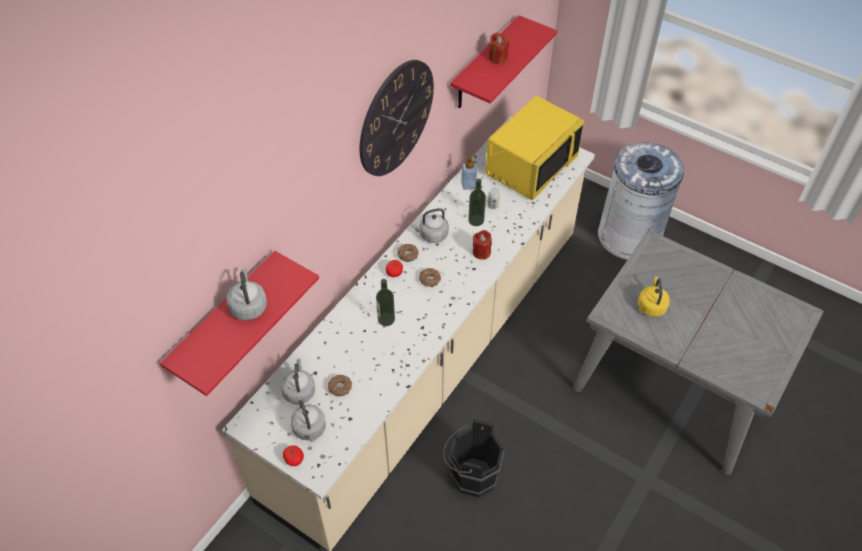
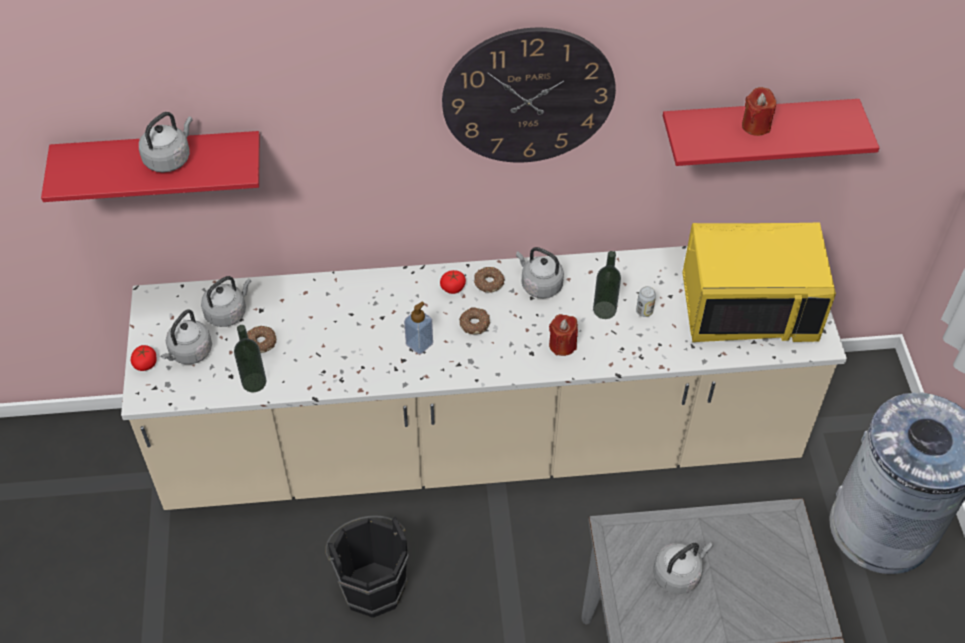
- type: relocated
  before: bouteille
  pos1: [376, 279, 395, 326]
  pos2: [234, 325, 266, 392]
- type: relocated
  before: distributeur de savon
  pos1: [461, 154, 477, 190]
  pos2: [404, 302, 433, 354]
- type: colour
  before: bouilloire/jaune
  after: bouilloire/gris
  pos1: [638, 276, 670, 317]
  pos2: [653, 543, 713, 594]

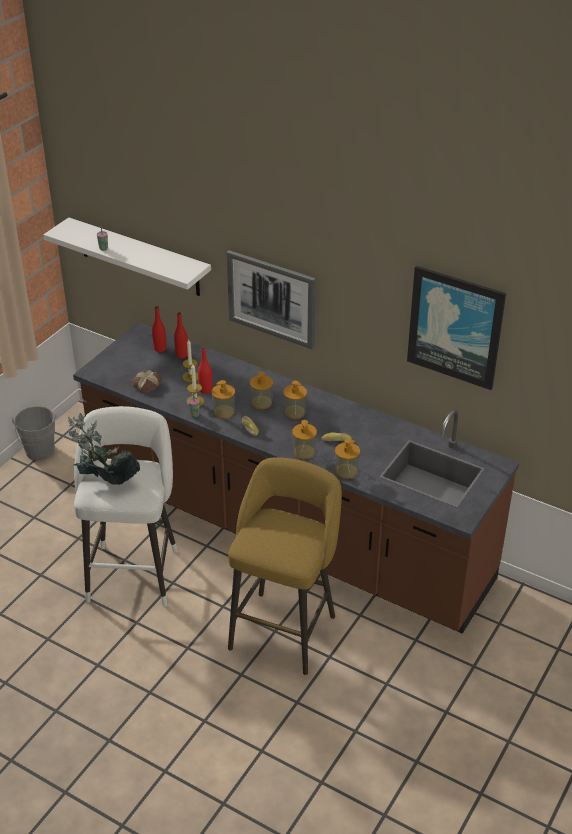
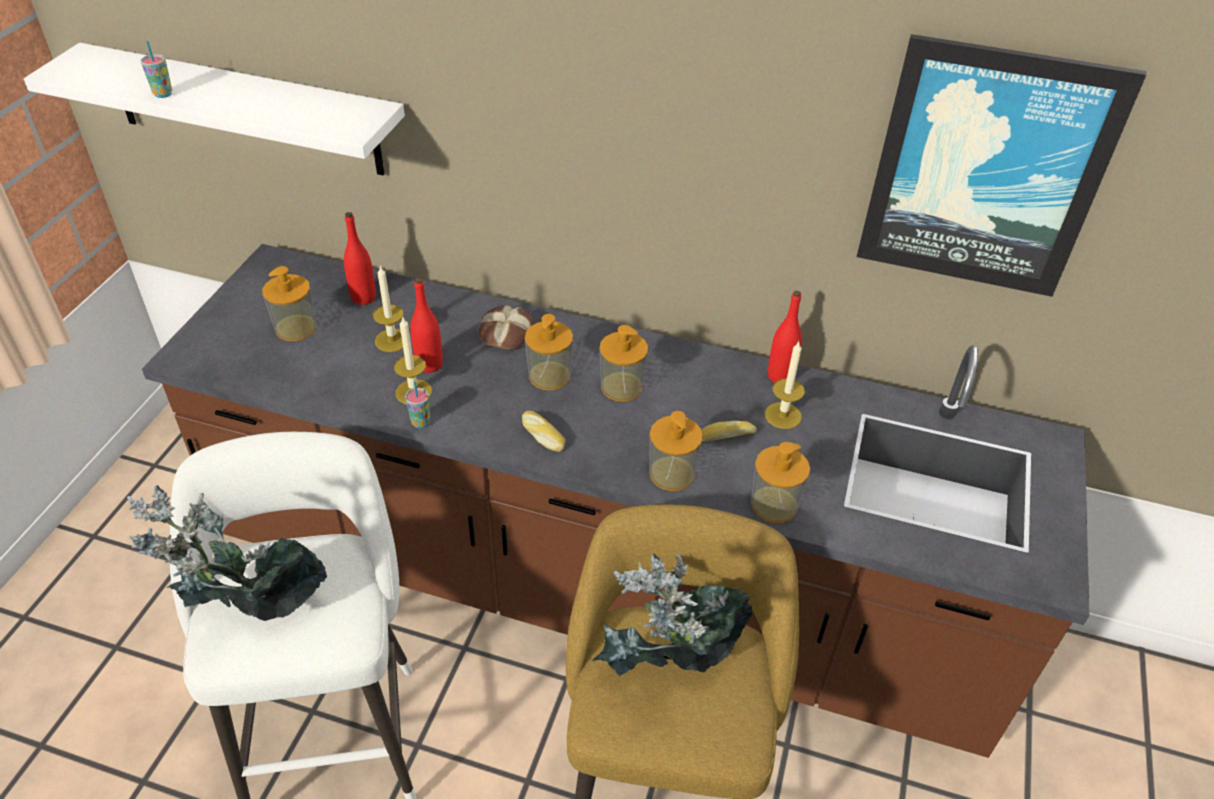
- type: missing
  before: seau/gris
  pos1: [12, 406, 56, 461]
- type: missing
  before: tableau
  pos1: [227, 250, 316, 349]
- type: appeared
  after: plante en pot
  pos2: [591, 553, 753, 677]
- type: appeared
  after: bougie
  pos2: [765, 342, 805, 429]
- type: relocated
  before: pain
  pos1: [132, 370, 162, 392]
  pos2: [479, 305, 534, 350]
- type: relocated
  before: bouteille/rouge
  pos1: [152, 306, 167, 352]
  pos2: [768, 291, 802, 383]
- type: relocated
  before: distributeur de savon
  pos1: [212, 380, 235, 419]
  pos2: [262, 266, 316, 341]

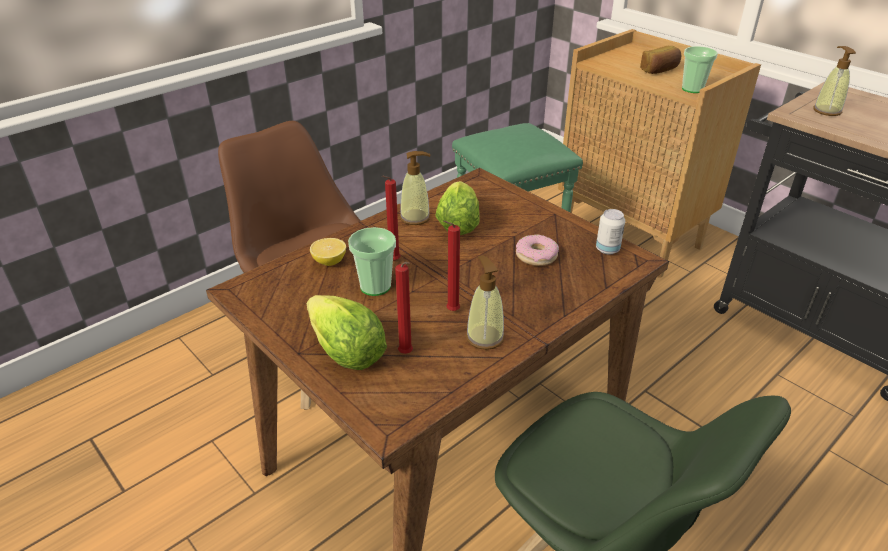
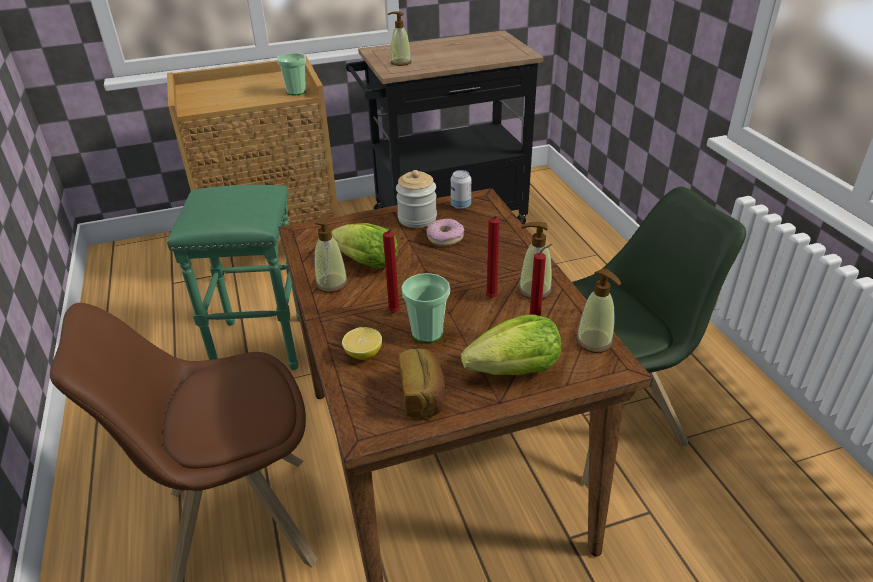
- type: appeared
  after: bocal
  pos2: [396, 170, 437, 228]
- type: appeared
  after: distributeur de savon
  pos2: [576, 268, 622, 353]
- type: relocated
  before: pain
  pos1: [640, 46, 681, 74]
  pos2: [398, 348, 446, 418]

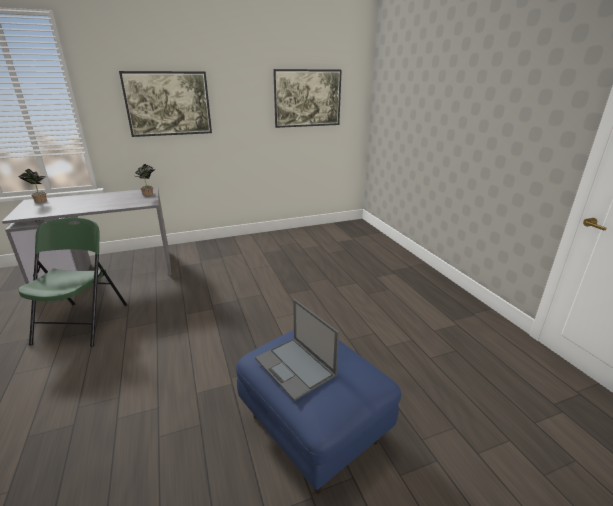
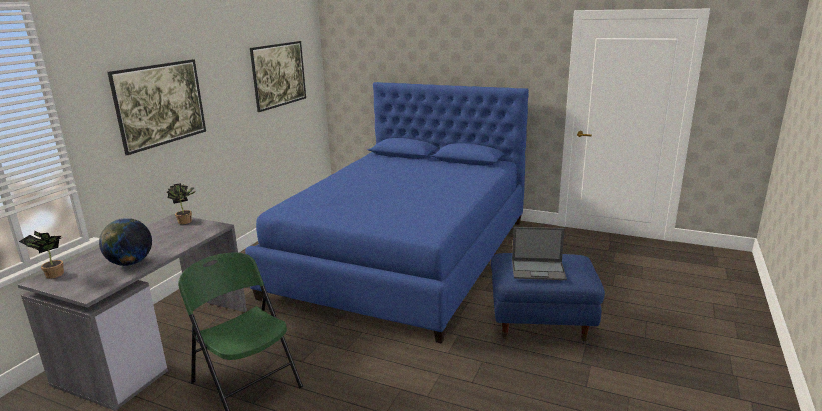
- type: appeared
  after: globe
  pos2: [99, 218, 152, 266]
- type: appeared
  after: lit/bleu
  pos2: [245, 82, 529, 344]

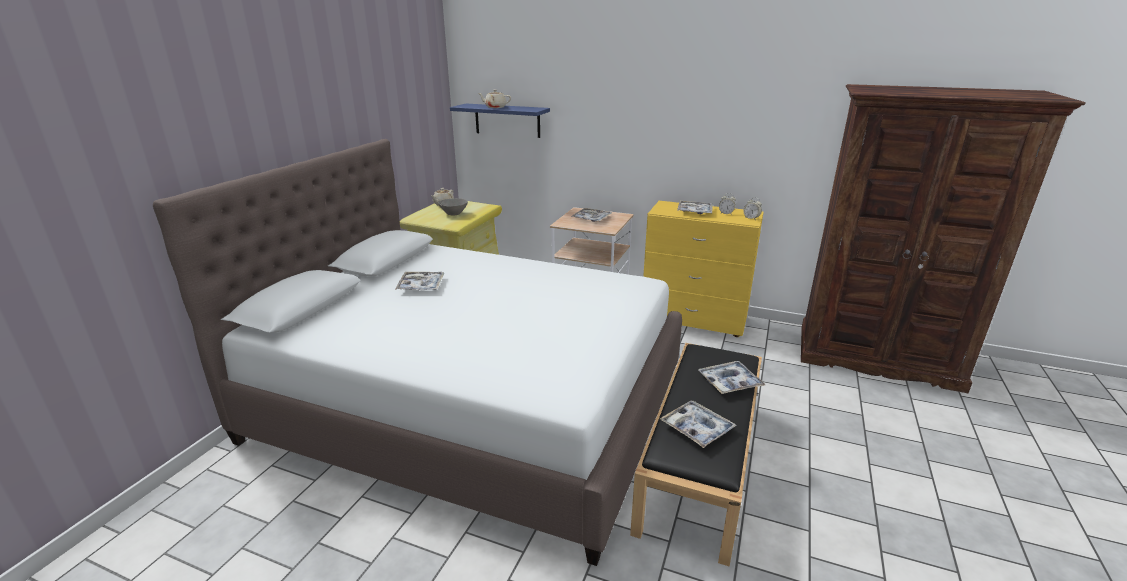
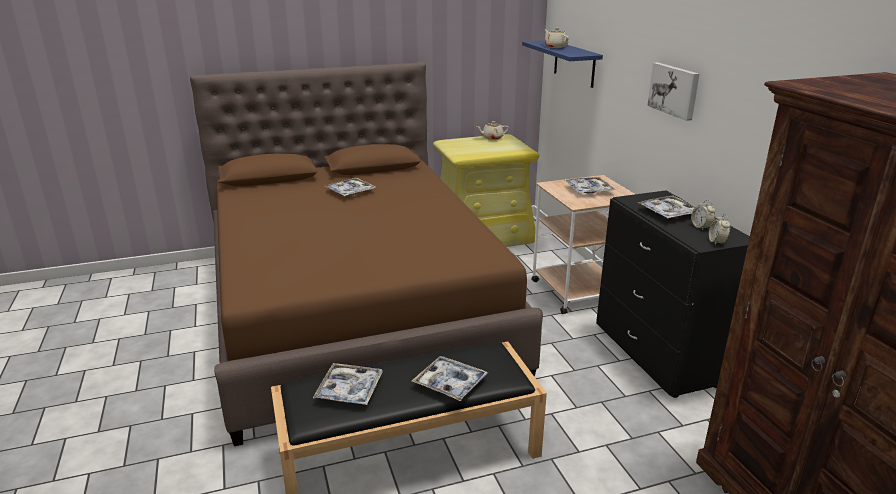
- type: missing
  before: bol/gris
  pos1: [438, 198, 468, 215]
- type: appeared
  after: tableau
  pos2: [647, 63, 699, 121]
- type: colour
  before: lit/blanc
  after: lit/marron
  pos1: [153, 139, 682, 566]
  pos2: [190, 62, 543, 446]
- type: colour
  before: commode/jaune
  after: commode/noir
  pos1: [643, 201, 763, 337]
  pos2: [596, 190, 750, 398]

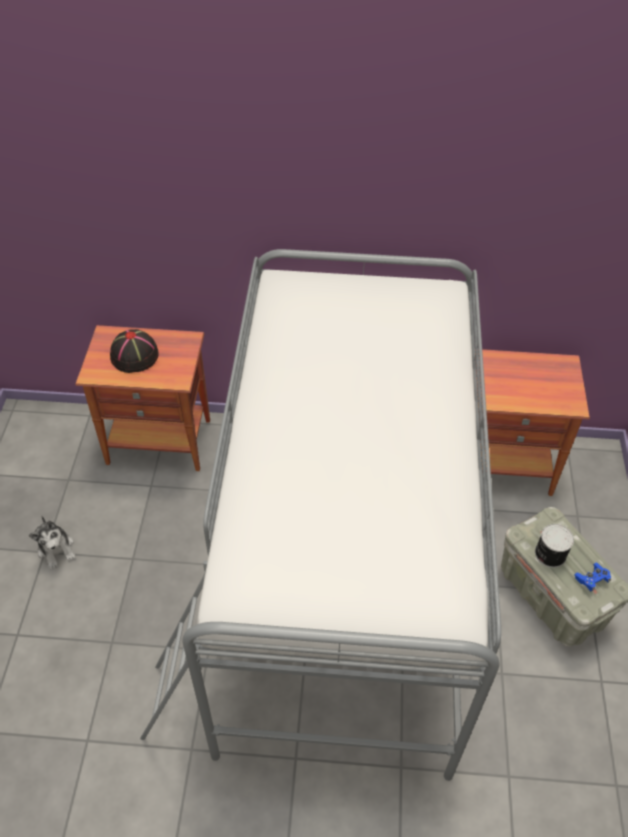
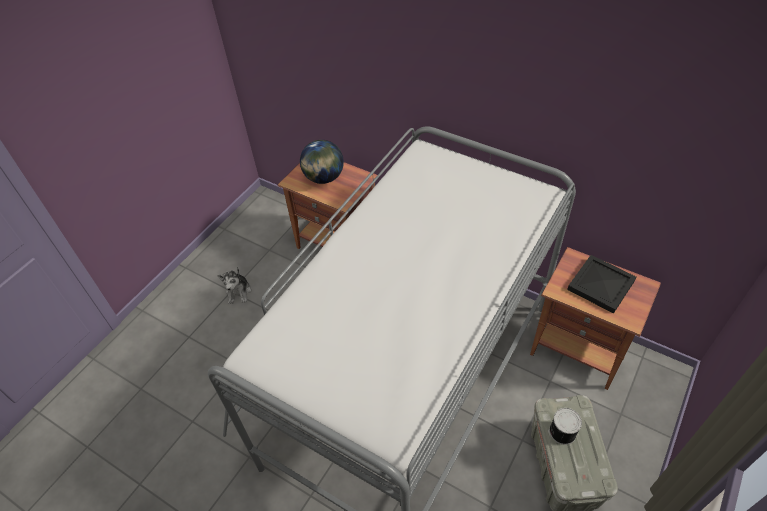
- type: missing
  before: manette/bleu
  pos1: [574, 563, 611, 592]
- type: appeared
  after: plateau/noir
  pos2: [567, 255, 636, 314]
- type: exchanged
  before: chapeau/noir
  after: globe
  pos1: [110, 329, 159, 373]
  pos2: [300, 140, 344, 184]

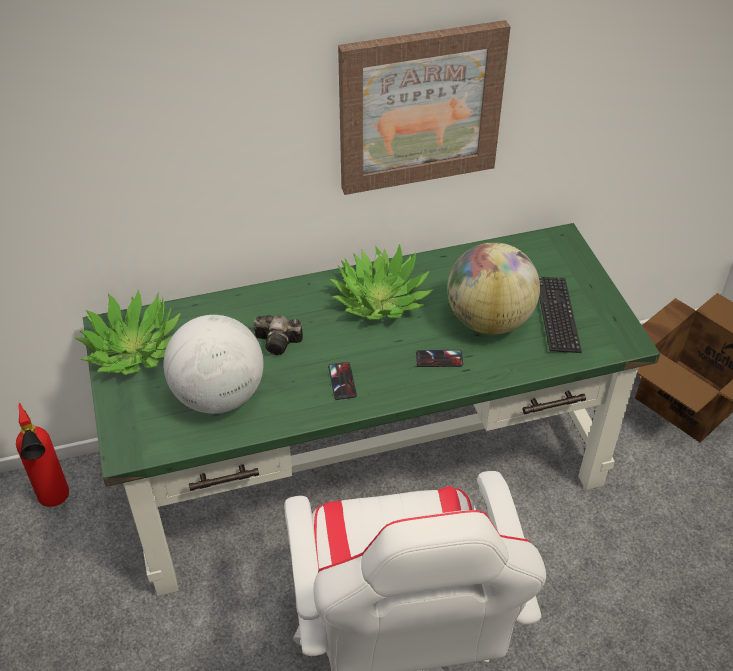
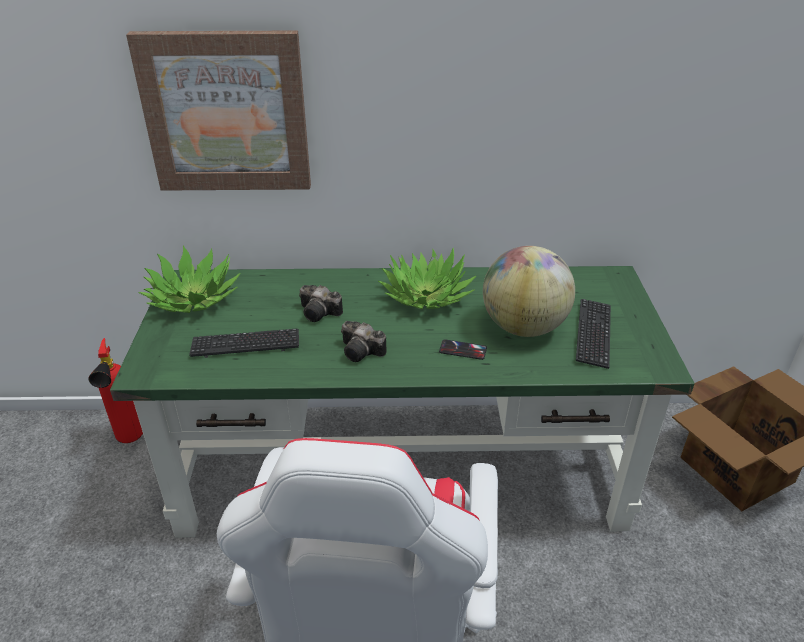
- type: relocated
  before: tableau
  pos1: [338, 20, 511, 195]
  pos2: [126, 31, 311, 191]
- type: exchanged
  before: globe
  after: clavier
  pos1: [164, 315, 264, 414]
  pos2: [189, 329, 299, 358]
- type: exchanged
  before: téléphone
  after: appareil photo
  pos1: [328, 362, 357, 400]
  pos2: [341, 321, 387, 362]

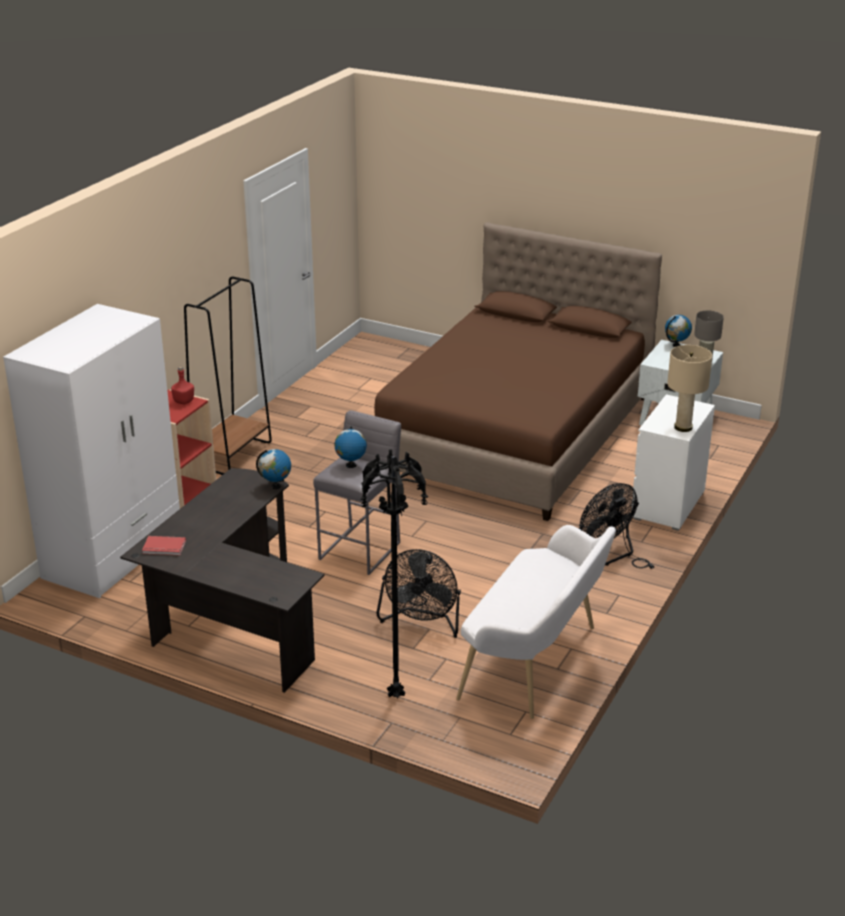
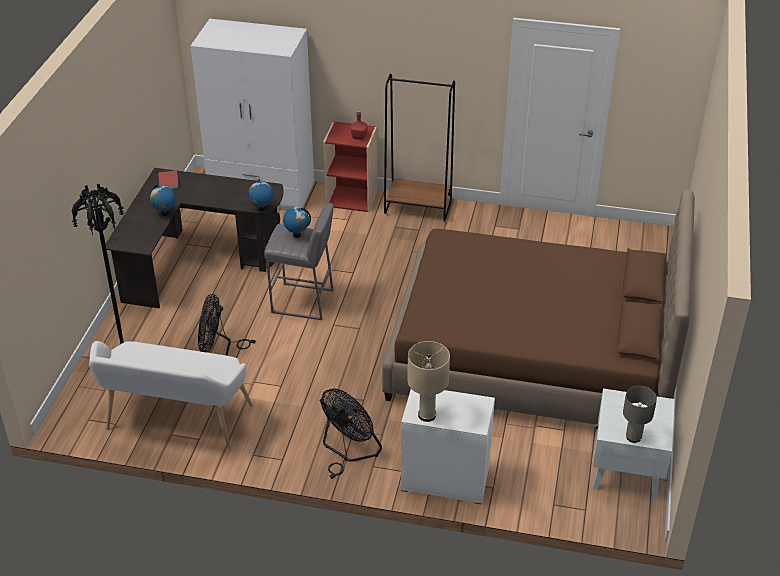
- type: relocated
  before: globe
  pos1: [665, 315, 692, 347]
  pos2: [150, 185, 176, 216]

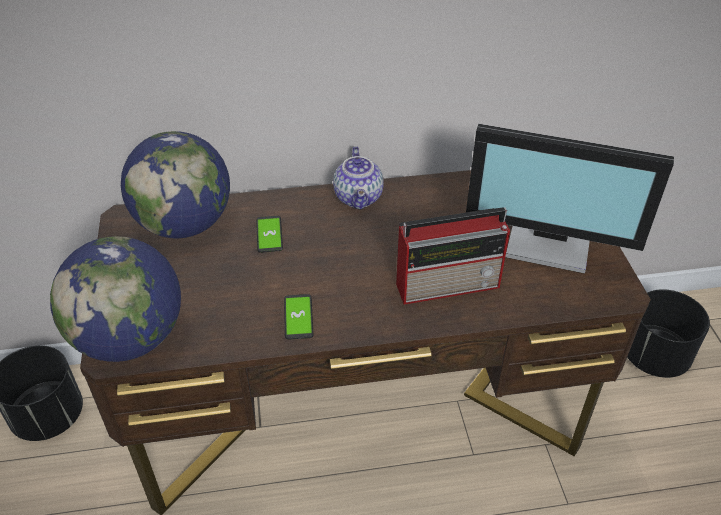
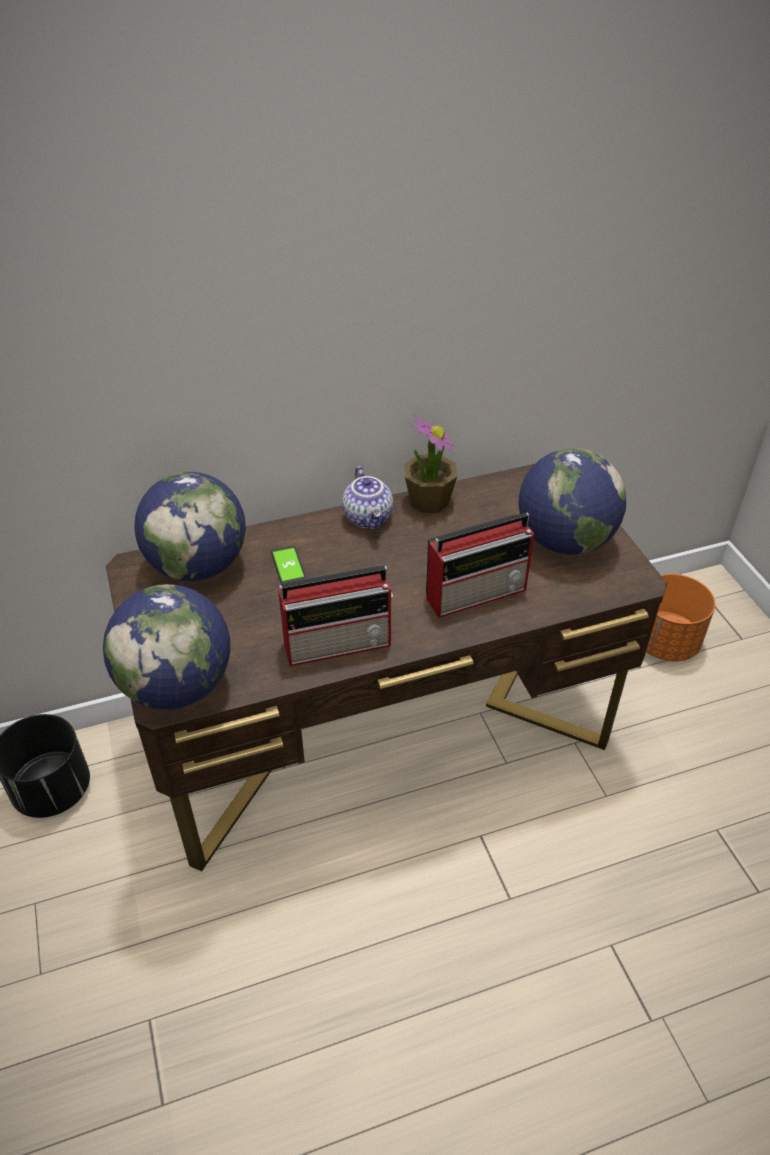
- type: appeared
  after: plante en pot
  pos2: [404, 415, 457, 513]
- type: exchanged
  before: téléphone
  after: radio
  pos1: [284, 294, 314, 339]
  pos2: [278, 565, 393, 666]
- type: exchanged
  before: écran d'ordinateur
  after: globe
  pos1: [466, 124, 674, 274]
  pos2: [519, 448, 626, 555]
- type: colour
  before: cache-pot/noir
  after: cache-pot/orange
  pos1: [627, 289, 710, 378]
  pos2: [646, 574, 715, 661]

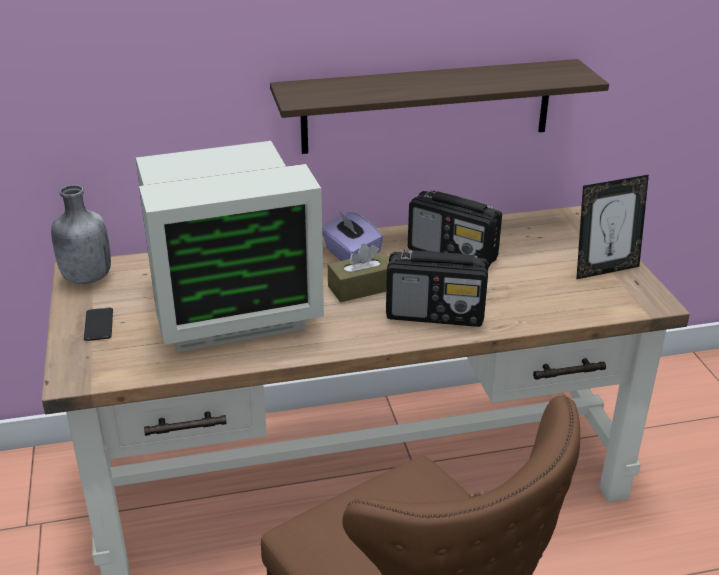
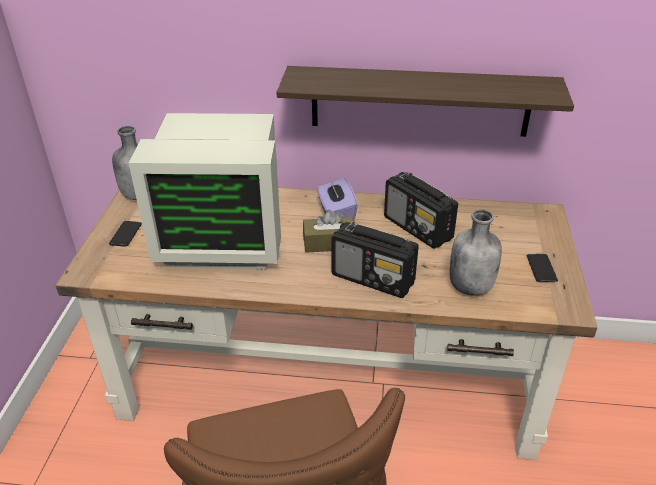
- type: appeared
  after: bouteille/gris
  pos2: [449, 209, 502, 296]
- type: exchanged
  before: cadre photo
  after: téléphone
  pos1: [576, 175, 649, 279]
  pos2: [527, 254, 558, 282]

